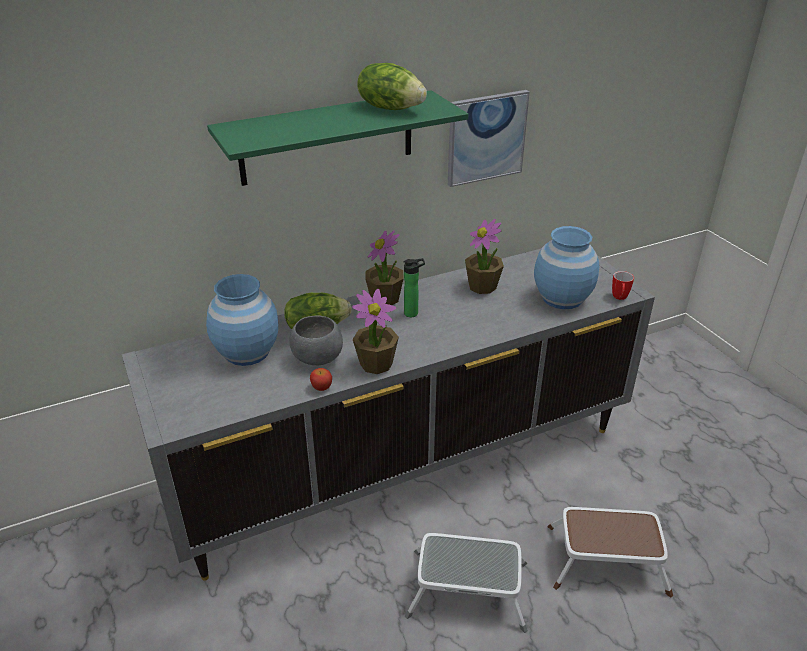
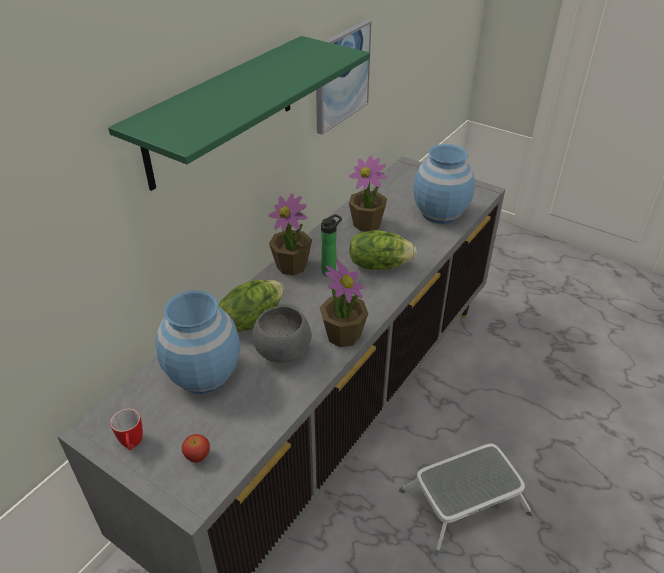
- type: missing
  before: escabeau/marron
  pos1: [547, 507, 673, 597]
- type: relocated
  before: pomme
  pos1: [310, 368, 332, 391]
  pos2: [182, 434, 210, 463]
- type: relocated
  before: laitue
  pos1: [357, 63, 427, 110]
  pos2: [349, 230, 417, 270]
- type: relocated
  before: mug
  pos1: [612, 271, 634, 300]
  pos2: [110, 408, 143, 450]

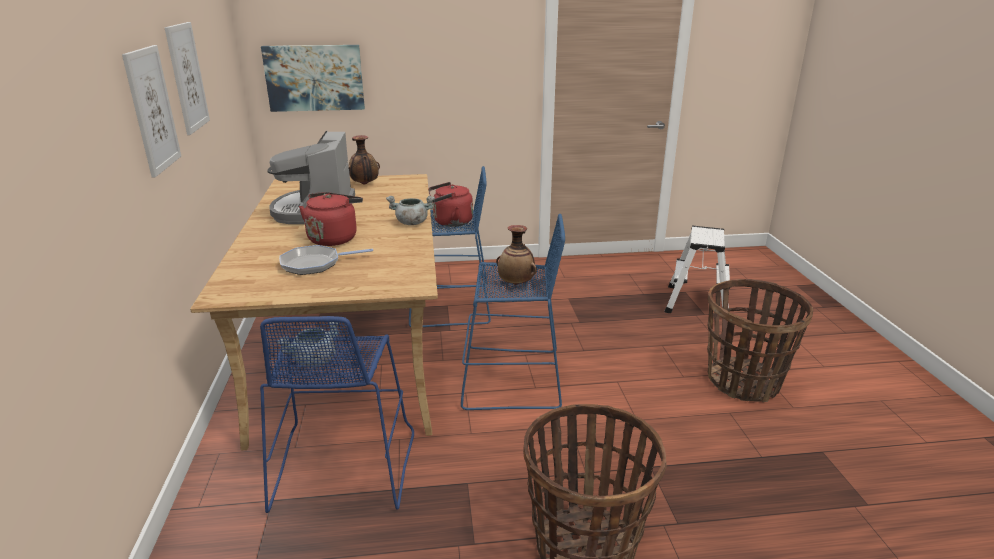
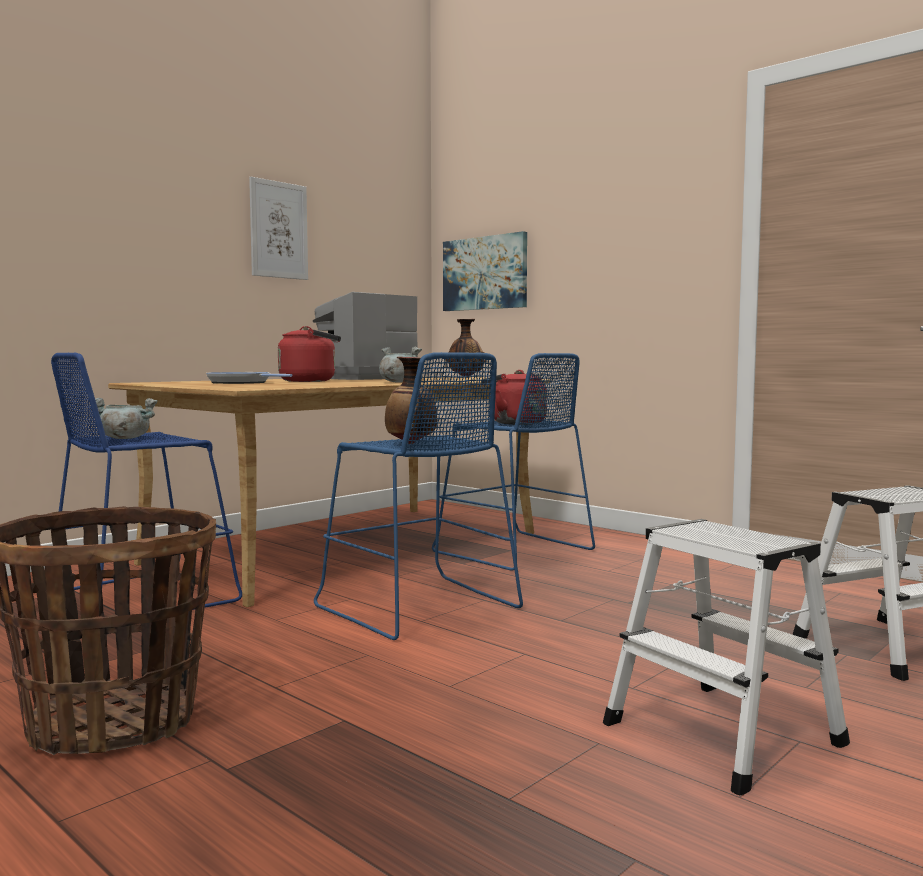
- type: missing
  before: tableau
  pos1: [122, 45, 181, 178]
- type: exchanged
  before: panier
  after: escabeau/blanc
  pos1: [707, 279, 813, 402]
  pos2: [603, 519, 850, 795]

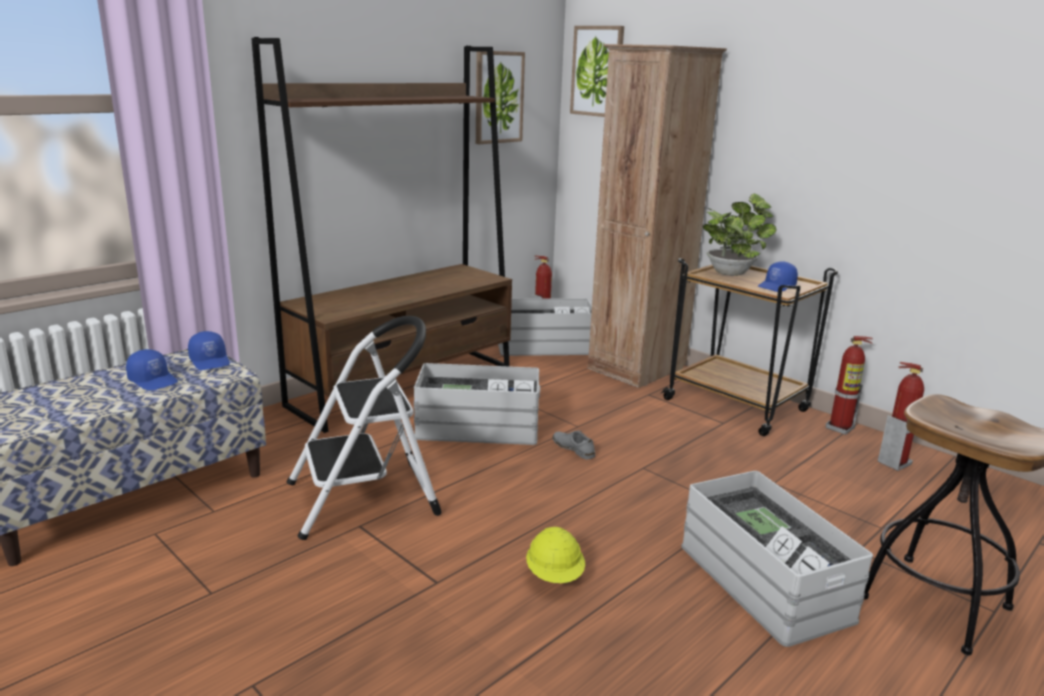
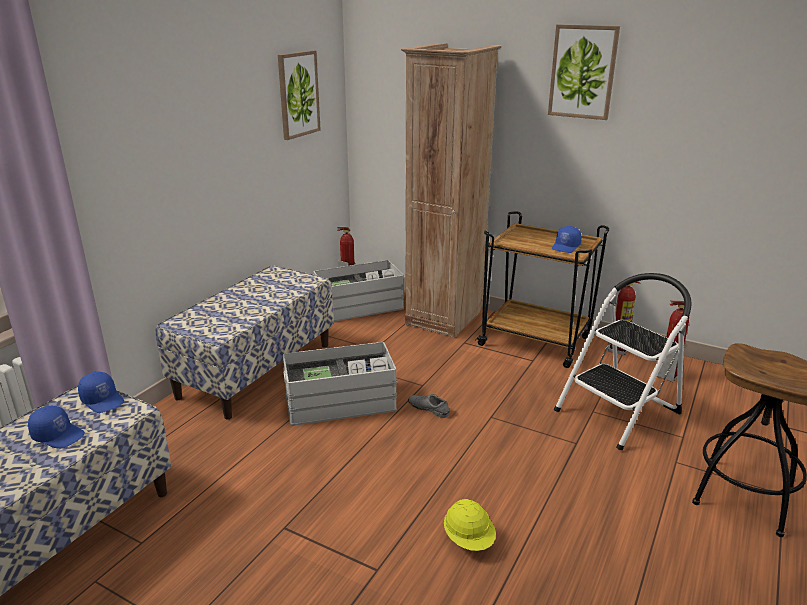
- type: missing
  before: boîte de rangement/gris
  pos1: [681, 471, 873, 647]
- type: missing
  before: plante en pot
  pos1: [703, 193, 777, 276]
- type: relocated
  before: escabeau
  pos1: [287, 316, 442, 540]
  pos2: [554, 273, 691, 450]
- type: relocated
  before: tableau
  pos1: [570, 26, 624, 117]
  pos2: [548, 24, 620, 120]
- type: exchanged
  before: bibliothèque/marron
  after: banc
  pos1: [251, 37, 512, 433]
  pos2: [155, 265, 334, 420]

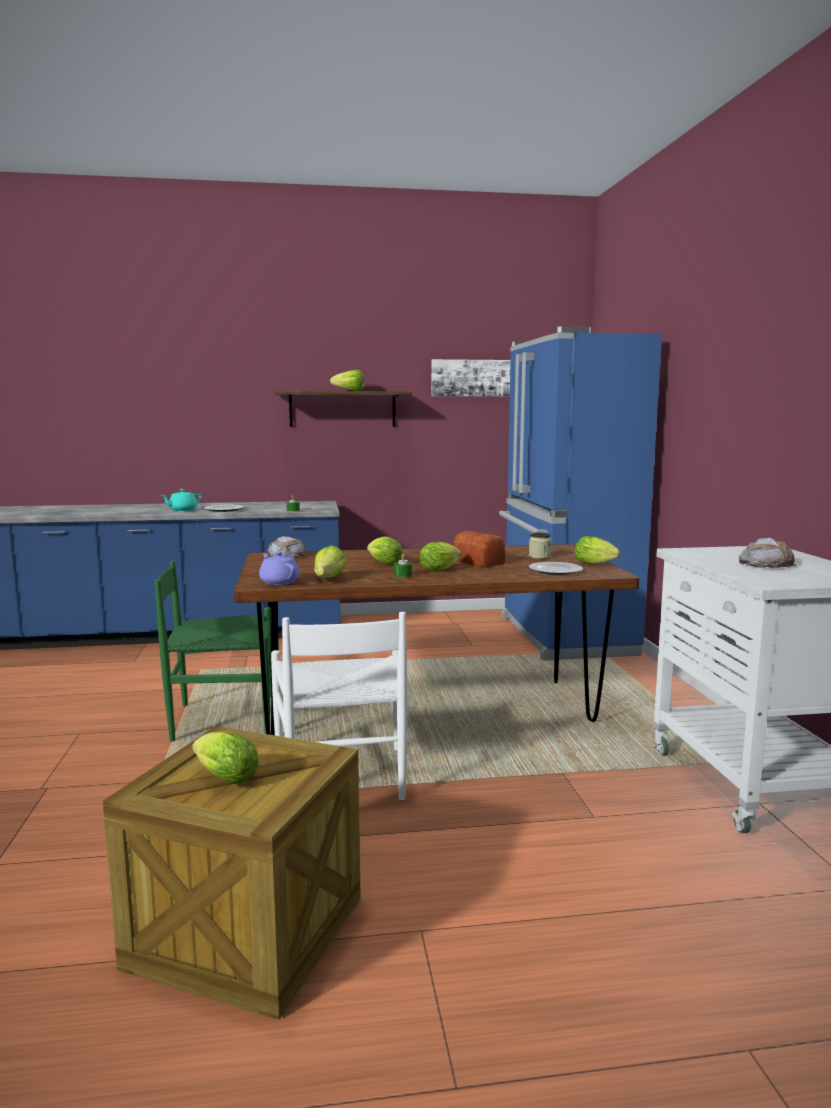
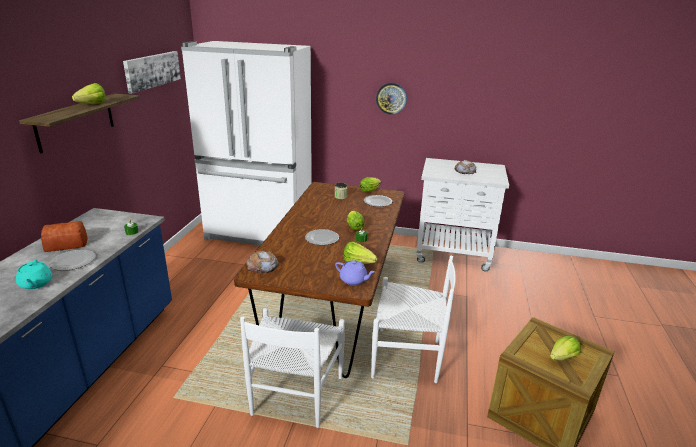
- type: appeared
  after: horloge murale
  pos2: [376, 83, 407, 115]
- type: relocated
  before: pain
  pos1: [453, 531, 506, 567]
  pos2: [41, 221, 88, 252]
- type: exchanged
  before: laitue
  after: assiette
  pos1: [367, 536, 402, 565]
  pos2: [305, 229, 339, 245]
- type: colour
  before: chaise/vert
  after: chaise/blanc
  pos1: [155, 561, 271, 742]
  pos2: [240, 308, 345, 428]
- type: colour
  before: réfrigérateur/bleu
  after: réfrigérateur/blanc
  pos1: [499, 327, 662, 661]
  pos2: [181, 41, 312, 246]
- type: spun
  before: théière/violet
  pos1: [259, 551, 300, 585]
  pos2: [335, 260, 375, 285]
  turn: -135

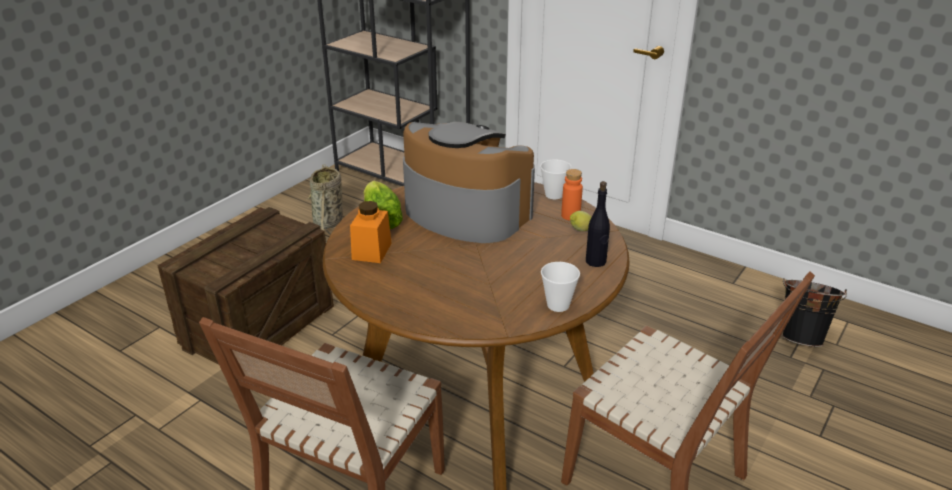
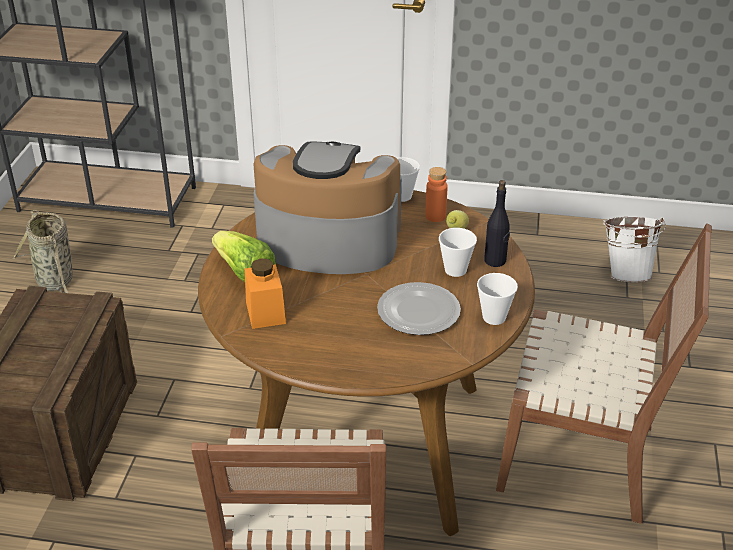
- type: appeared
  after: assiette
  pos2: [377, 282, 461, 335]
- type: appeared
  after: tasse
  pos2: [439, 228, 477, 277]
- type: colour
  before: seau/noir
  after: seau/blanc
  pos1: [782, 278, 847, 347]
  pos2: [603, 217, 666, 282]

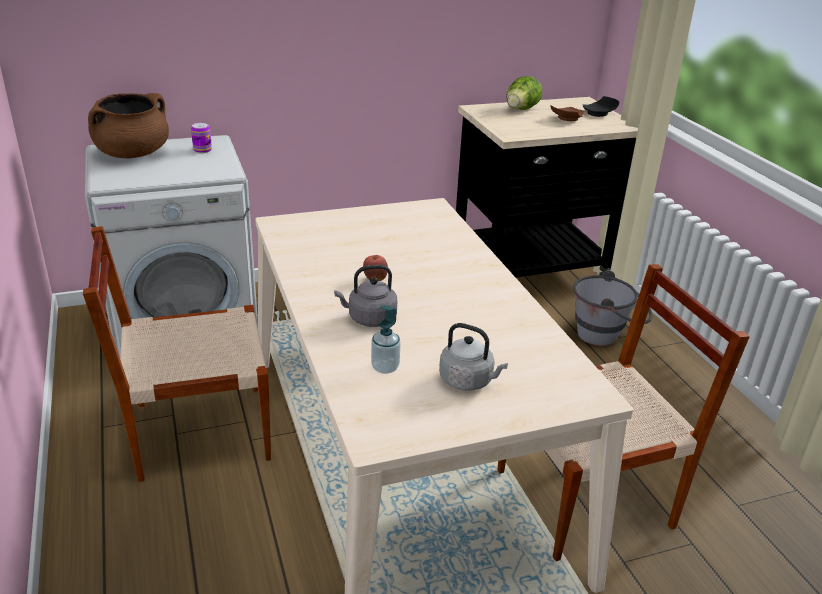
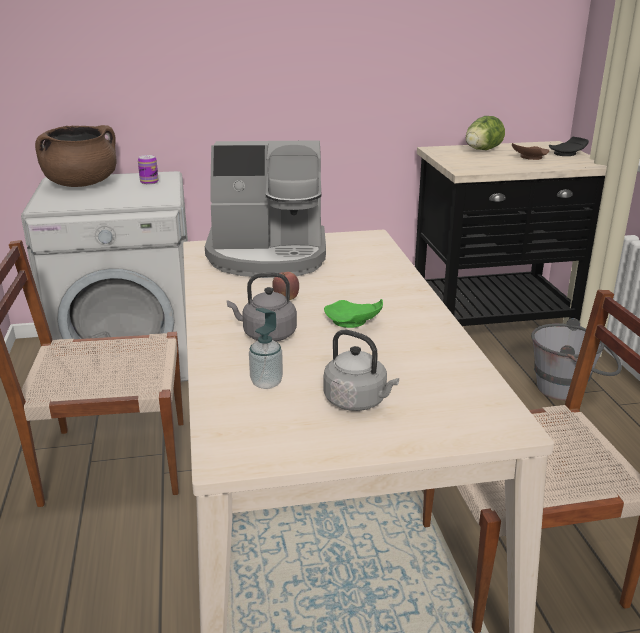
- type: appeared
  after: machine à café
  pos2: [205, 141, 326, 278]
- type: appeared
  after: assiette/vert
  pos2: [324, 299, 383, 328]

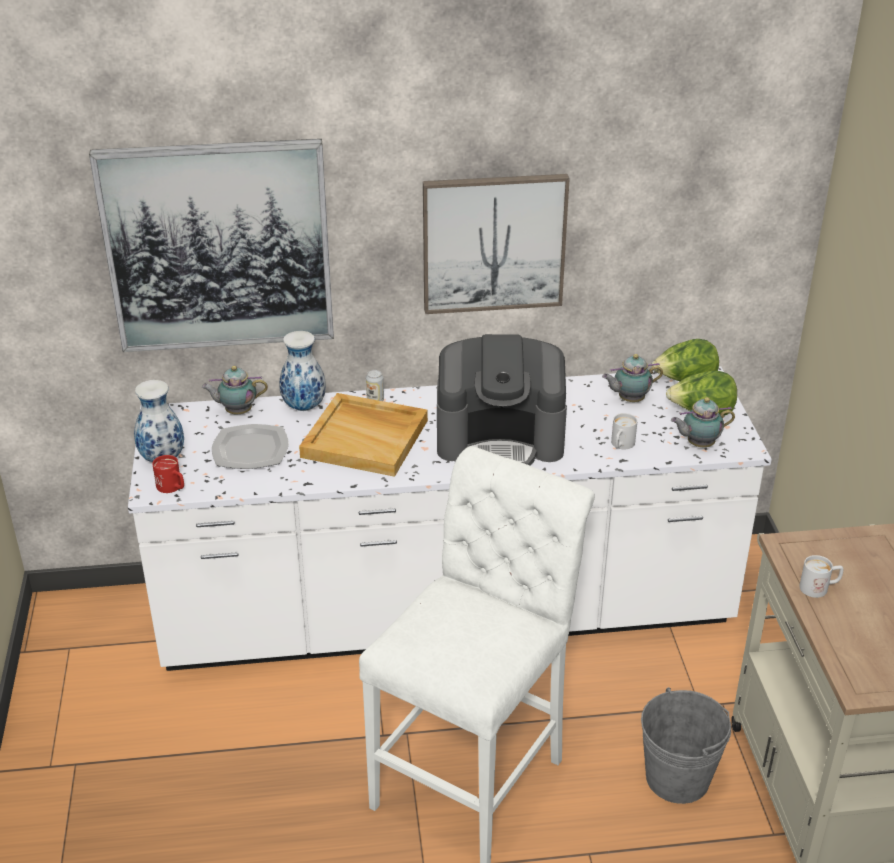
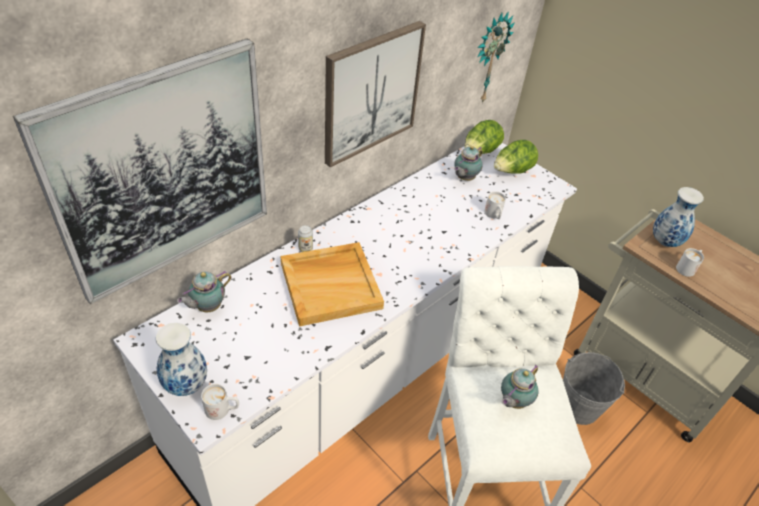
- type: missing
  before: assiette
  pos1: [212, 424, 289, 469]
- type: missing
  before: machine à café
  pos1: [437, 334, 567, 466]
- type: appeared
  after: horloge murale
  pos2: [477, 11, 515, 104]
- type: relocated
  before: vase
  pos1: [279, 331, 326, 411]
  pos2: [653, 187, 704, 247]
- type: relocated
  before: théière
  pos1: [671, 397, 735, 447]
  pos2: [501, 365, 539, 409]
- type: colour
  before: mug/rouge
  after: mug/blanc
  pos1: [152, 455, 184, 493]
  pos2: [201, 384, 239, 420]

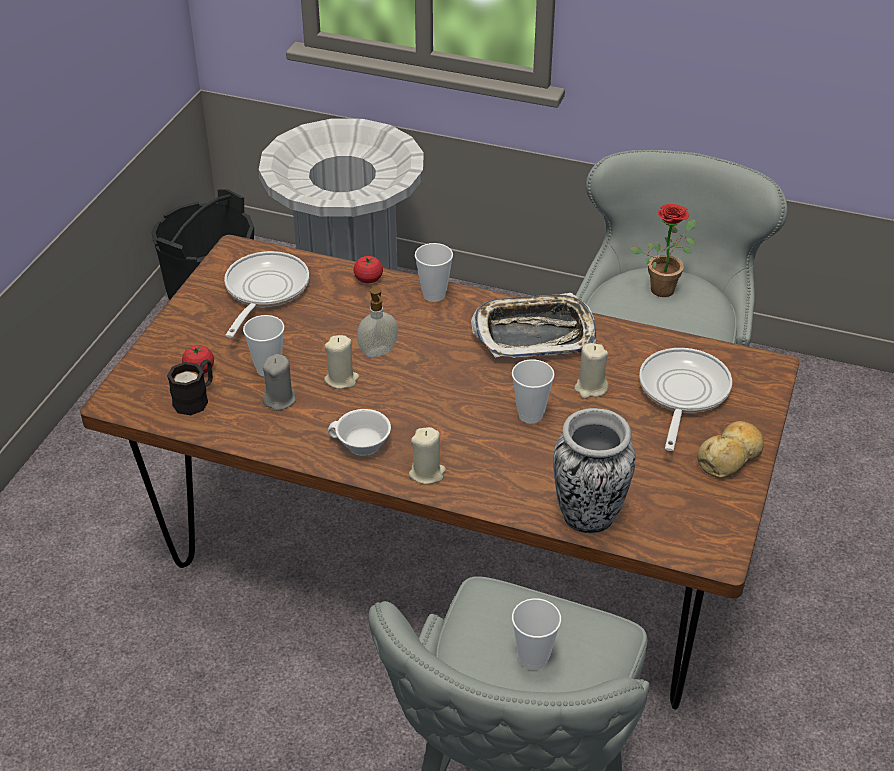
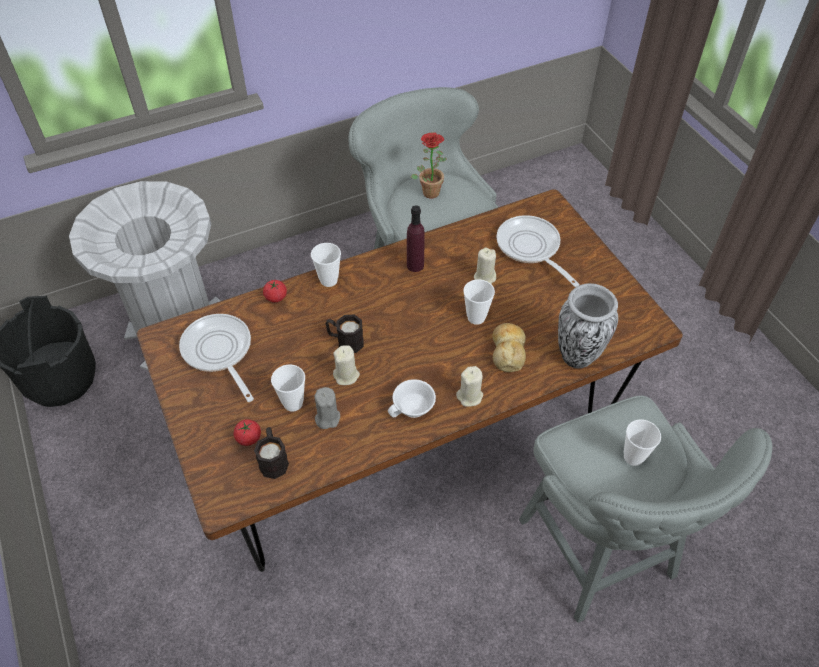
- type: relocated
  before: pain
  pos1: [697, 421, 764, 478]
  pos2: [493, 323, 526, 372]
- type: exchanged
  before: distributeur de savon
  after: mug/noir
  pos1: [357, 287, 398, 357]
  pos2: [326, 315, 364, 353]
- type: exchanged
  before: plateau
  after: bouteille/violet
  pos1: [471, 293, 596, 358]
  pos2: [407, 205, 425, 272]

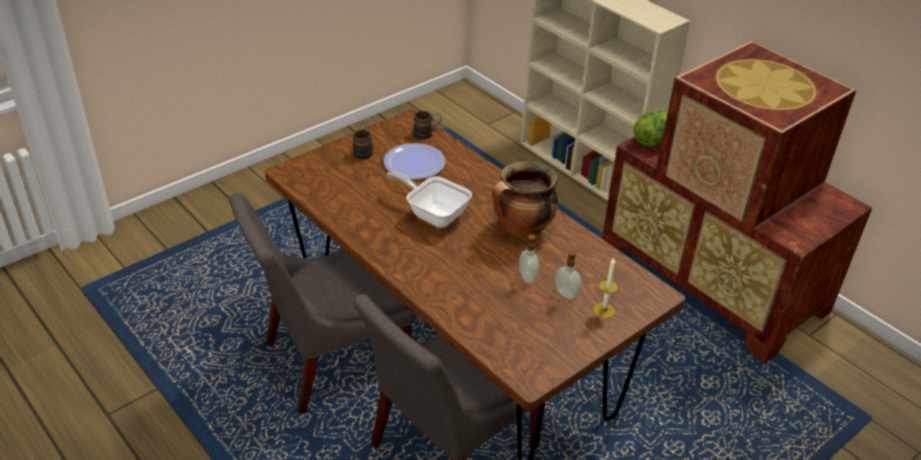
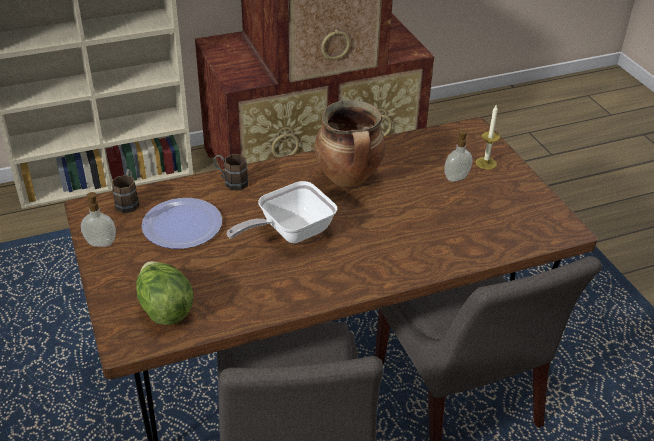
- type: relocated
  before: mug/marron
  pos1: [353, 125, 373, 159]
  pos2: [213, 154, 248, 190]
- type: relocated
  before: distributeur de savon
  pos1: [519, 234, 539, 284]
  pos2: [81, 192, 116, 247]
- type: relocated
  before: laitue
  pos1: [634, 111, 668, 147]
  pos2: [136, 261, 193, 325]

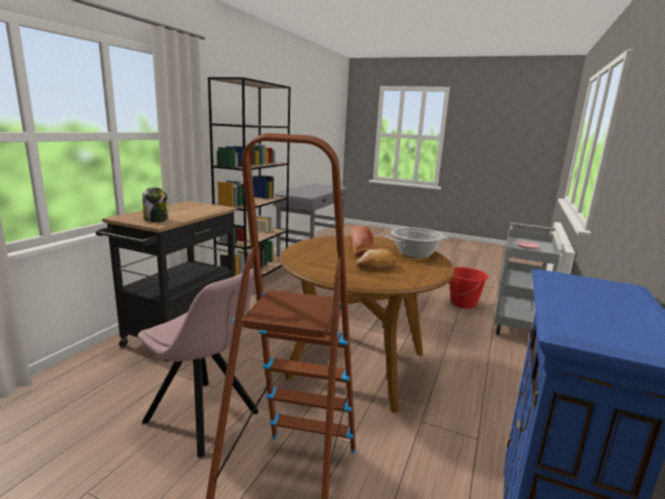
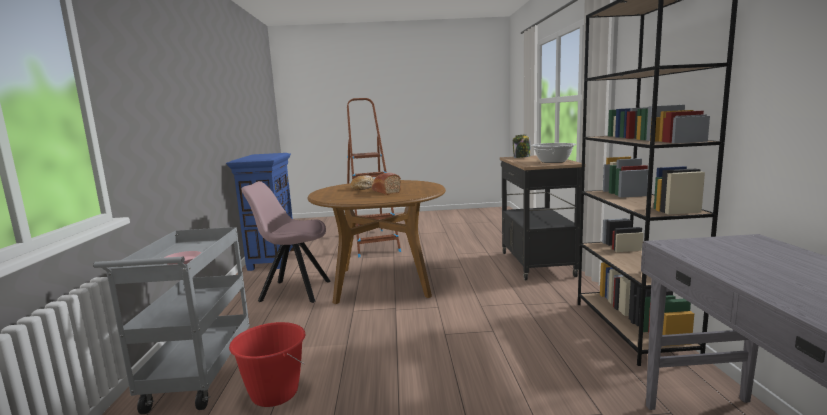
- type: relocated
  before: chaise/rose
  pos1: [138, 268, 258, 457]
  pos2: [241, 181, 331, 303]
- type: relocated
  before: marmite
  pos1: [386, 227, 448, 258]
  pos2: [531, 143, 576, 163]

